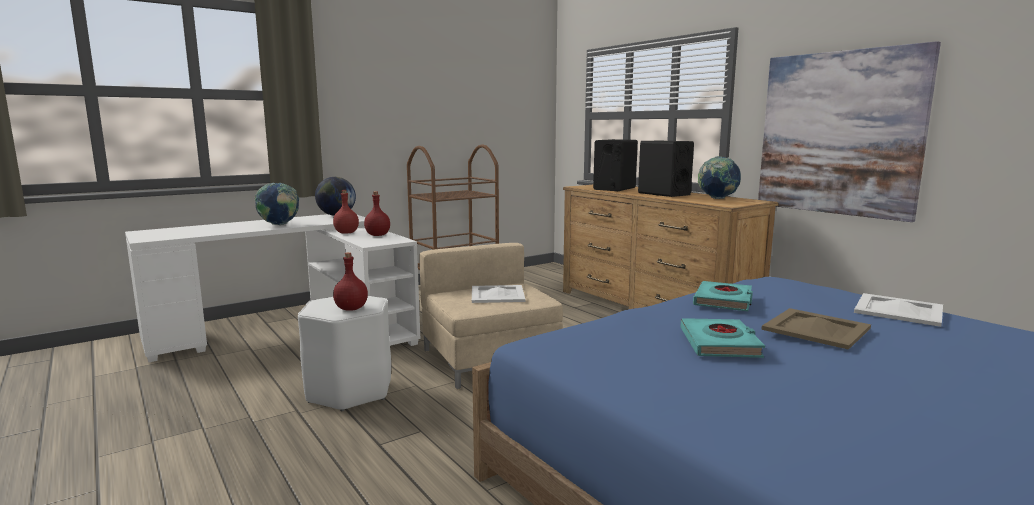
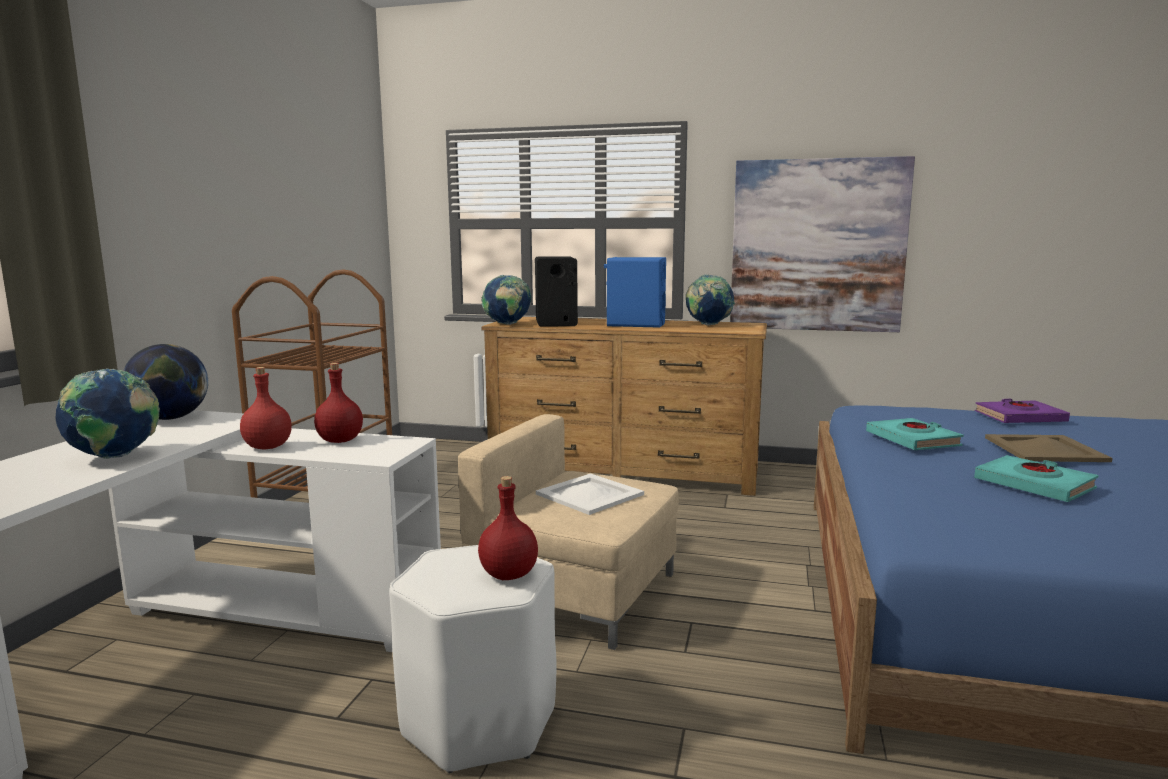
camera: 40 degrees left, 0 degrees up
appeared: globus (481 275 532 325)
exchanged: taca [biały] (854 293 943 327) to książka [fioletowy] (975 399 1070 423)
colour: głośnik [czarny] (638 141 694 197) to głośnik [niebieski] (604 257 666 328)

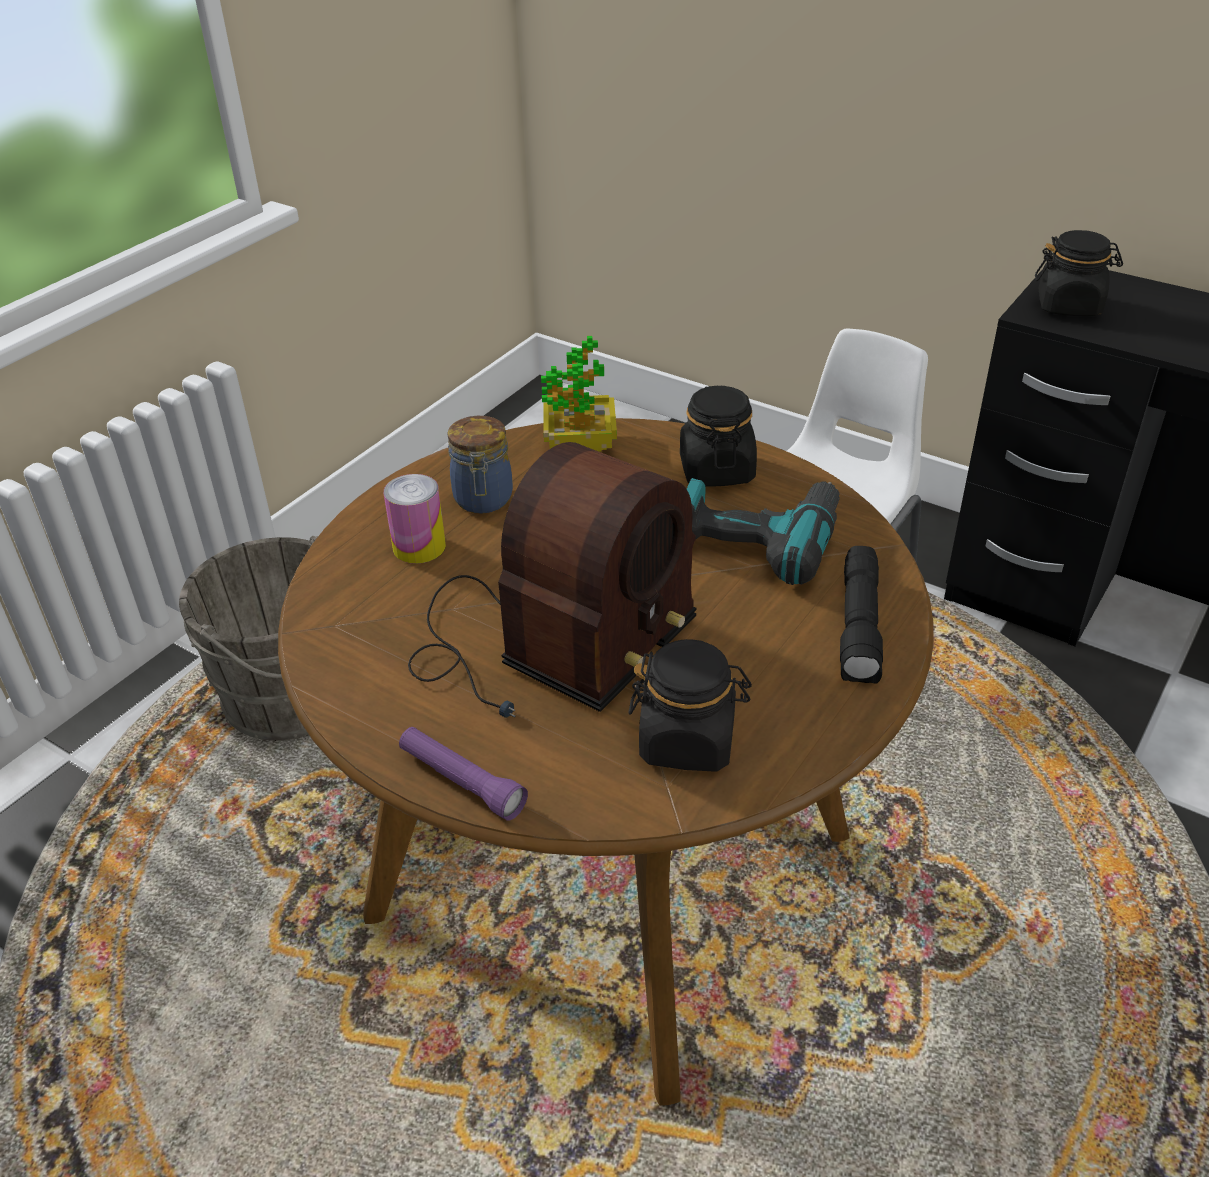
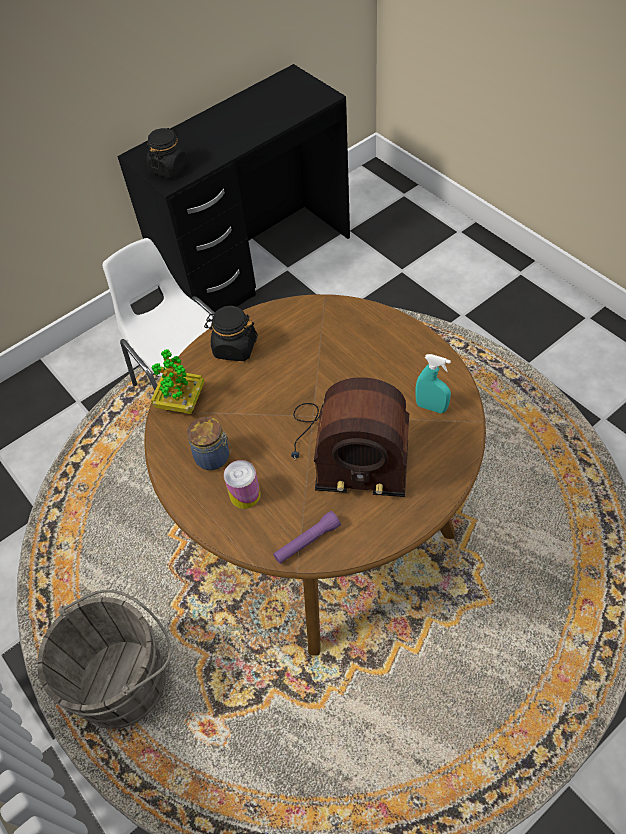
camera: 70 degrees left, 15 degrees up
missing: wiertarka (687 478 840 585); latarka [czarny] (840 546 883 683)
relocated: latarka [fioletowy] (399 727 528 821) to (273 511 341 564)
exchanged: słoik [czarny] (628 639 752 772) to spryskiwacz [turkusowy] (415 354 451 413)
spun: radio (408 442 696 718) = (291 377 409 497) 135 degrees clockwise

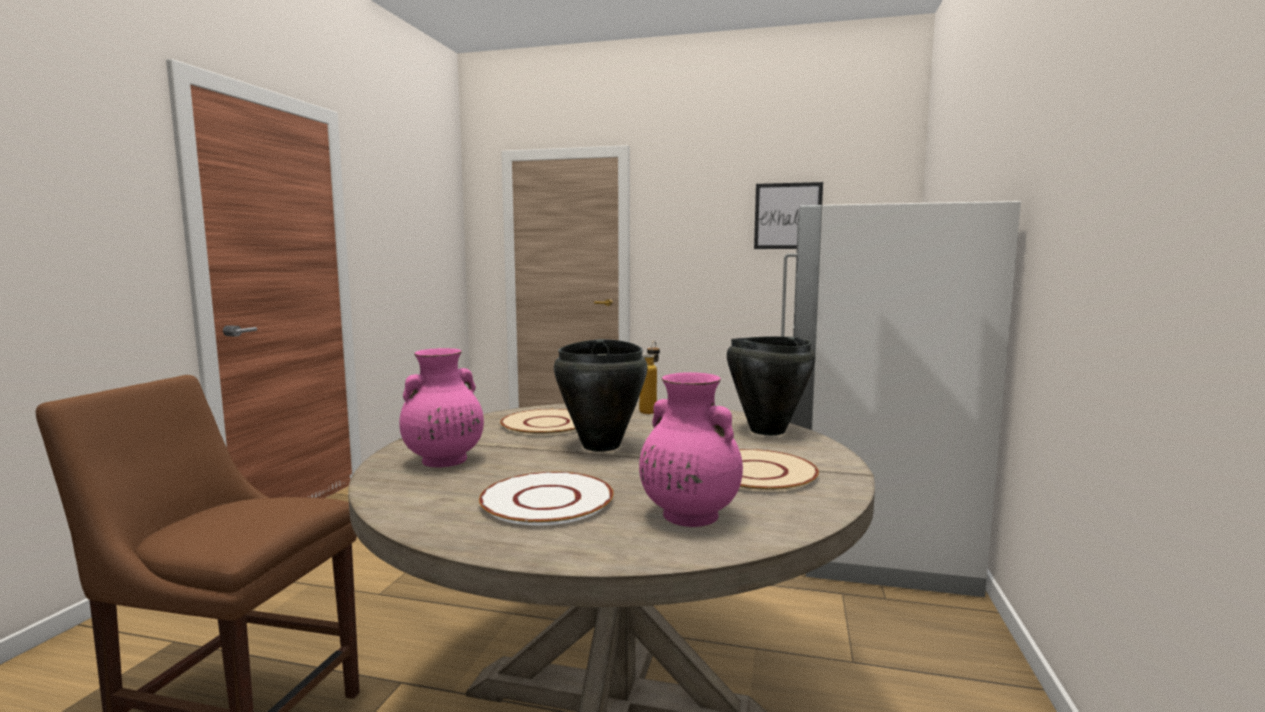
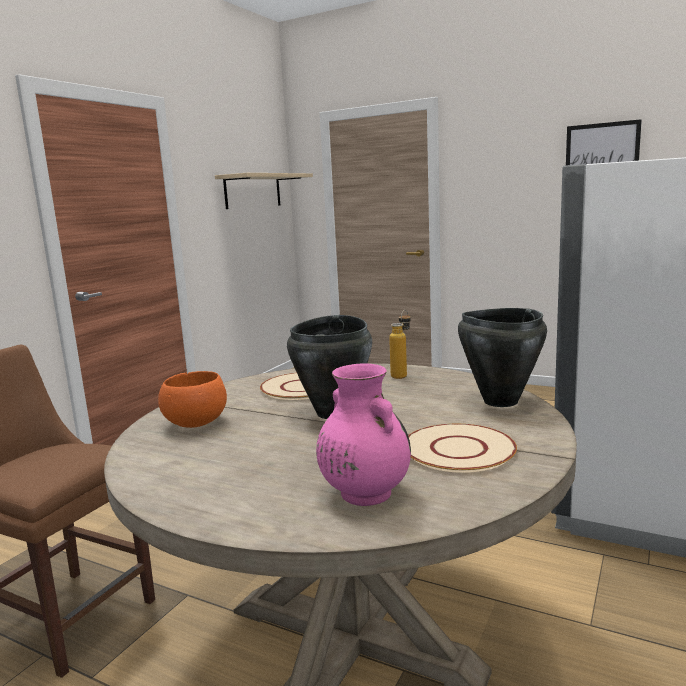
camera: 15 degrees right, 5 degrees up
missing: talerz [biały] (479 472 614 526)
appeared: półka [beżowy] (215 173 313 209)
exchanged: wazon [różowy] (399 348 484 468) to miska [pomarańczowy] (158 371 227 428)

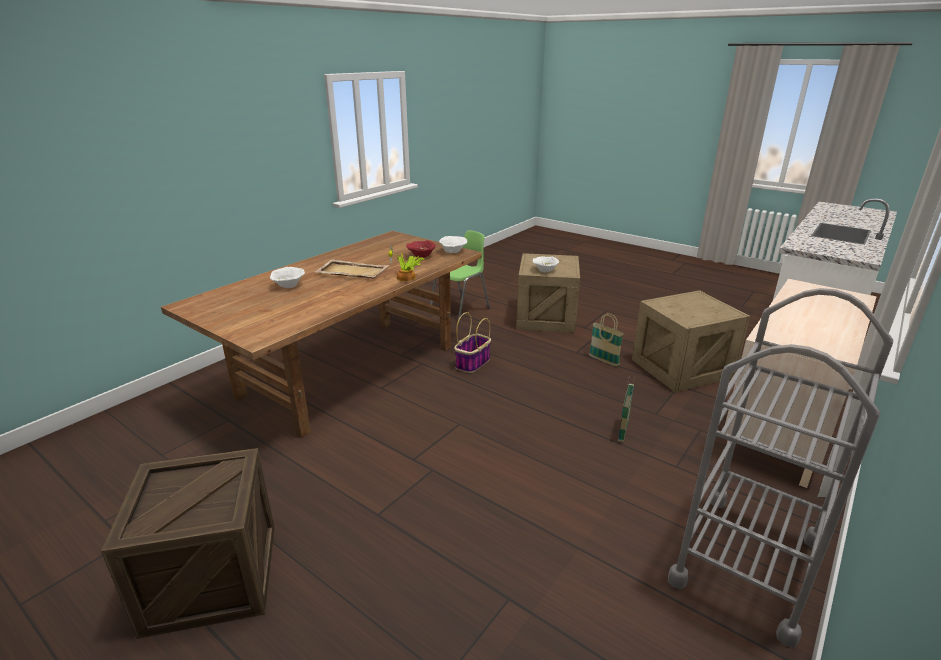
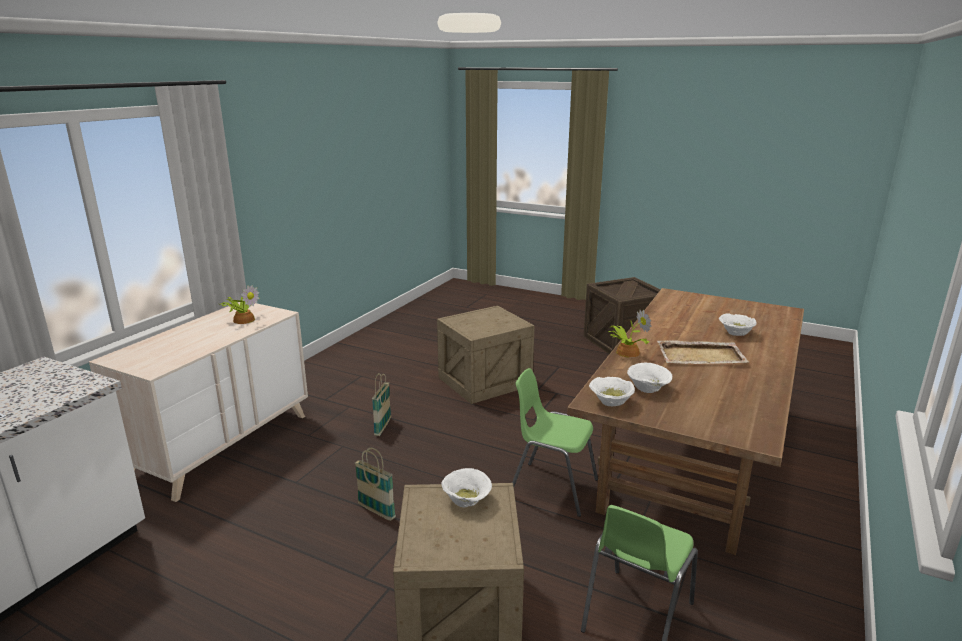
camera: 170 degrees right, 5 degrees down
missing: wózek [szary] (668 288 893 648)
appeared: roślina doniczkowa (219 285 260 324)
relocated: skrzynka (632 290 750 392) to (437 306 535 404)
exchanged: koszyk (454 312 491 373) to krzesło [zielony] (512 368 598 517)
colour: miska [czerwony] (406 240 436 258) to miska [biały] (627 362 672 393)

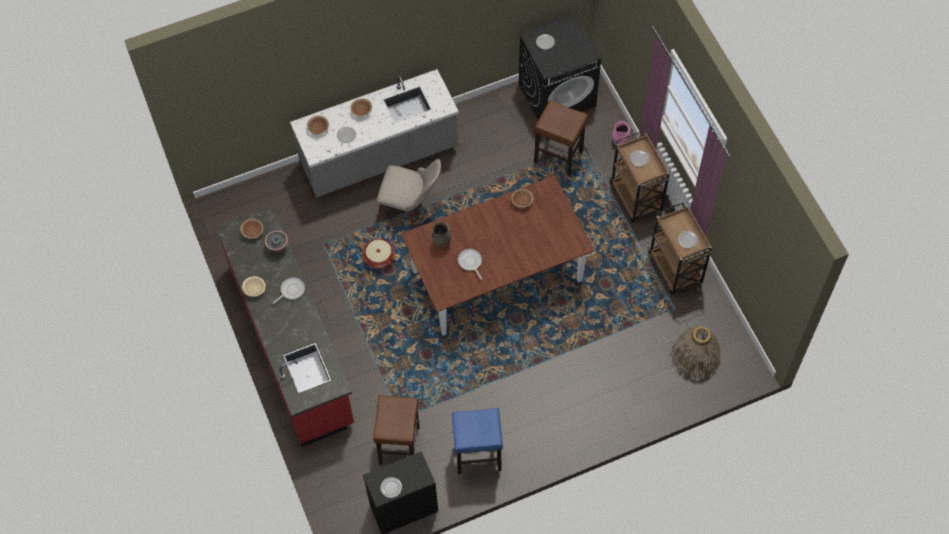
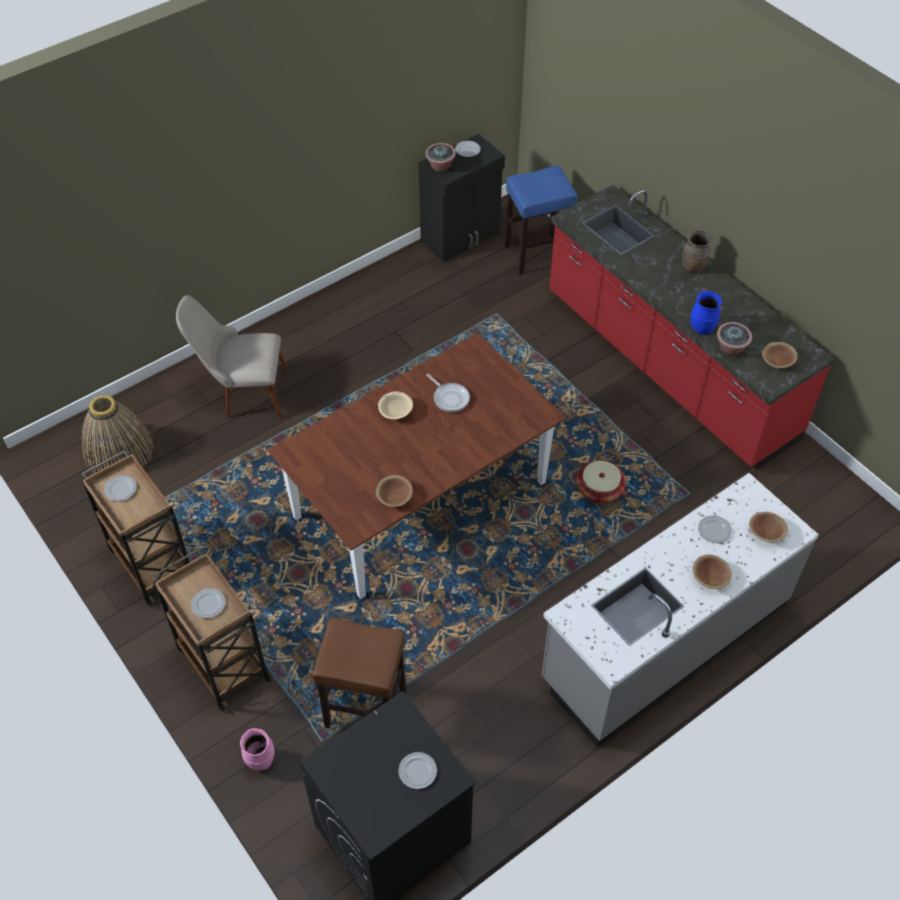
camera: 165 degrees right, 10 degrees down
missing: patelnia (272 277 305 304); stołek [brązowy] (373 395 420 465)
appeared: roślina doniczkowa (425 143 456 173); wazon [niebieski] (691 291 722 335)
relocated: miska [beżowy] (242 276 266 297) to (378 391 413 419); krzesło [beżowy] (377 159 441 228) to (176 295 288 419); wazon [brązowy] (432 222 451 248) to (682 230 712 273); stołek [niebieski] (452 408 503 474) to (504 165 578 275)

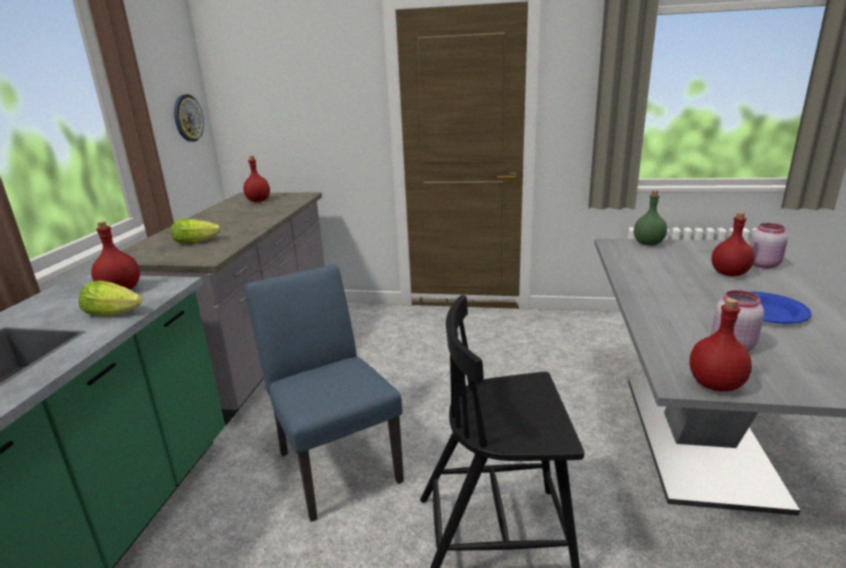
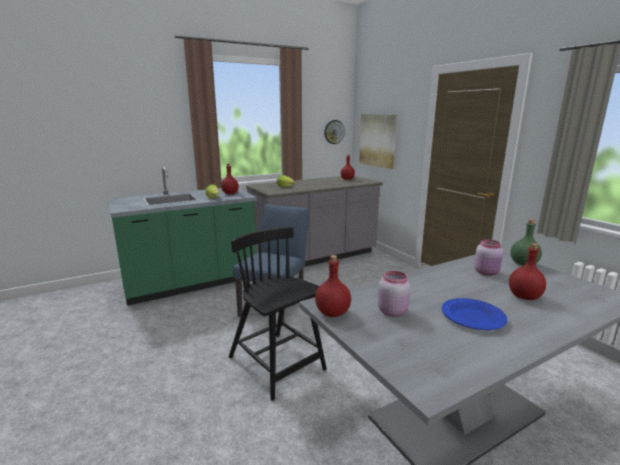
camera: 50 degrees right, 5 degrees down
appeared: obraz (359 114 397 169)
relocated: słoik [różowy] (750 223 788 268) to (474 239 503 276)

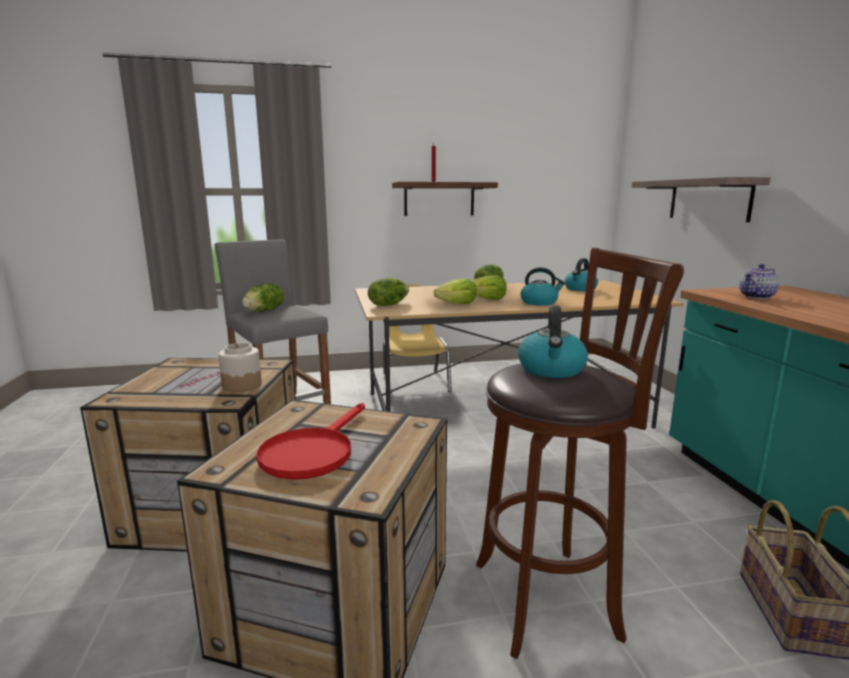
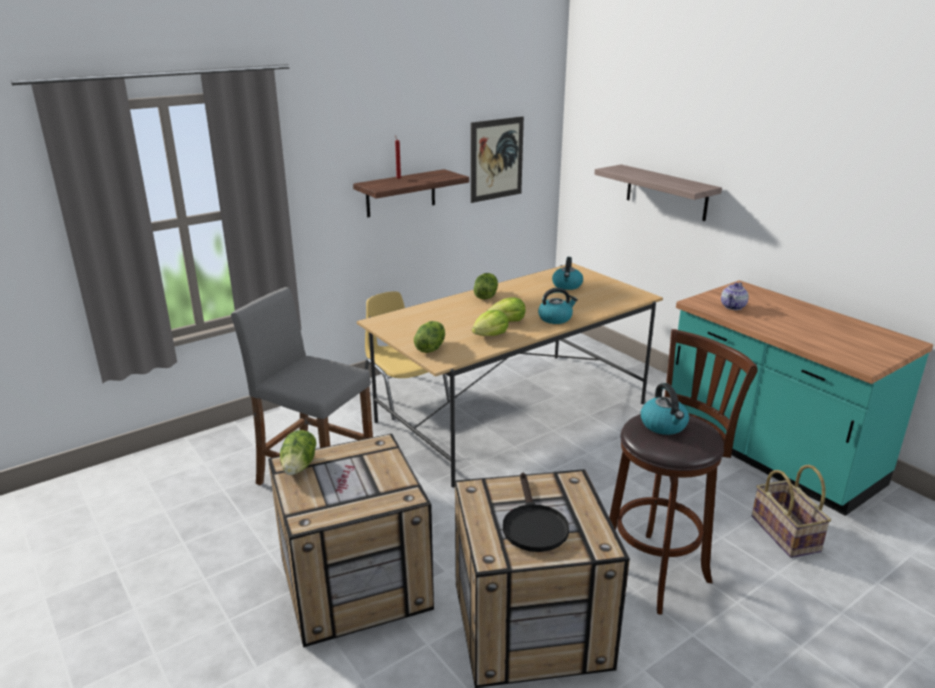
camera: 25 degrees left, 10 degrees up
missing: słoik (218 343 262 392)
appeared: obraz (471 116 524 203)
relocated: sałata (242 283 284 311) to (280 430 316 475)
colour: patelnia [czerwony] (256 403 365 480) to patelnia [czarny] (503 472 569 552)

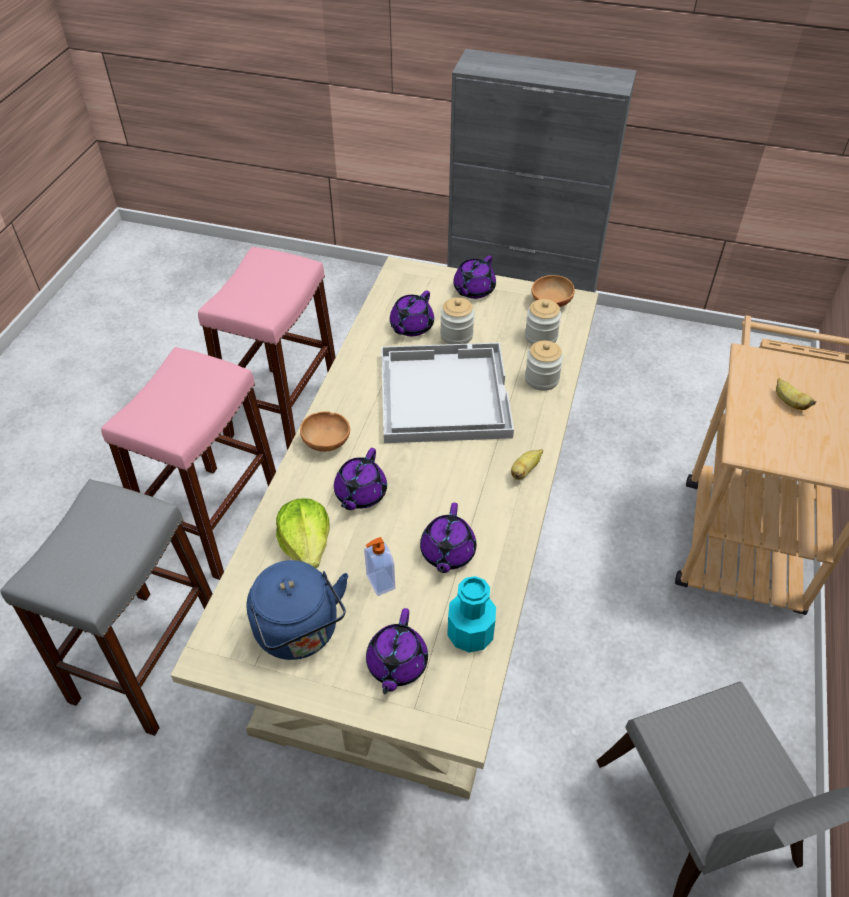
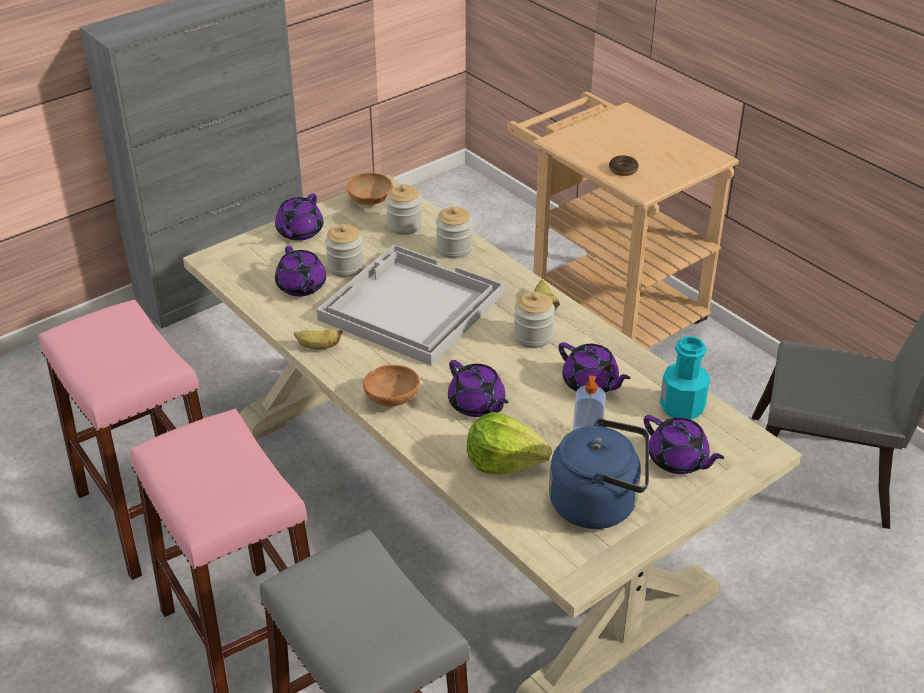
camera: 55 degrees left, 10 degrees down
appeared: słoik (514 291 555 348); donut (609 155 639 176)
relocated: banan (776 378 816 410) to (294 329 343 349)
spun: imbryk [fioletowy] (453 256 496 299) = (275 193 323 241) 45 degrees clockwise

